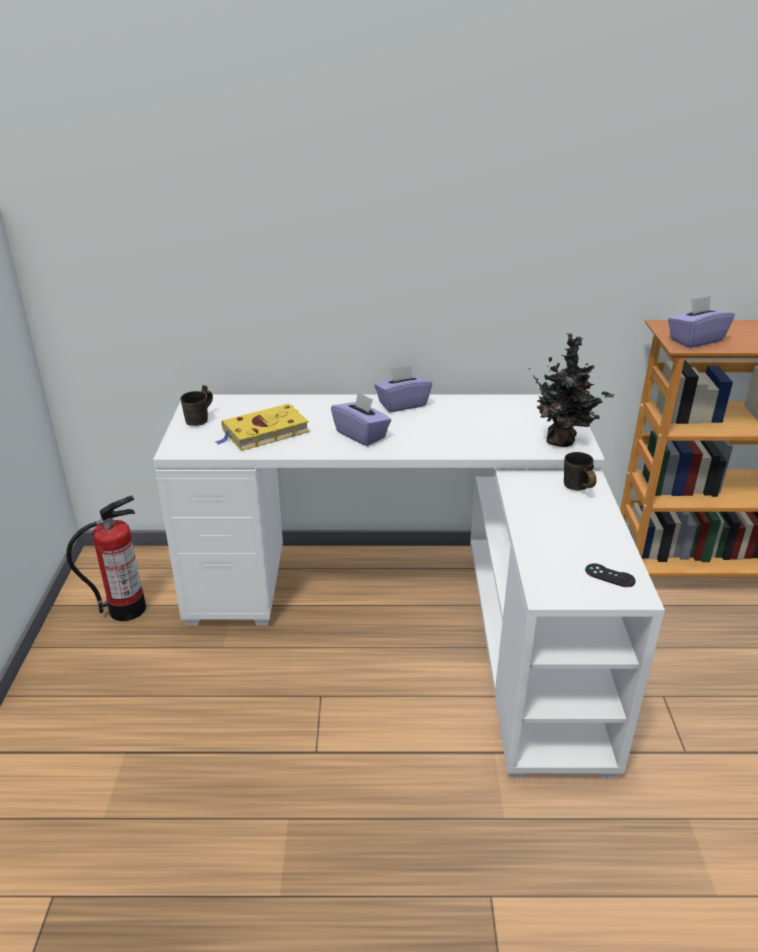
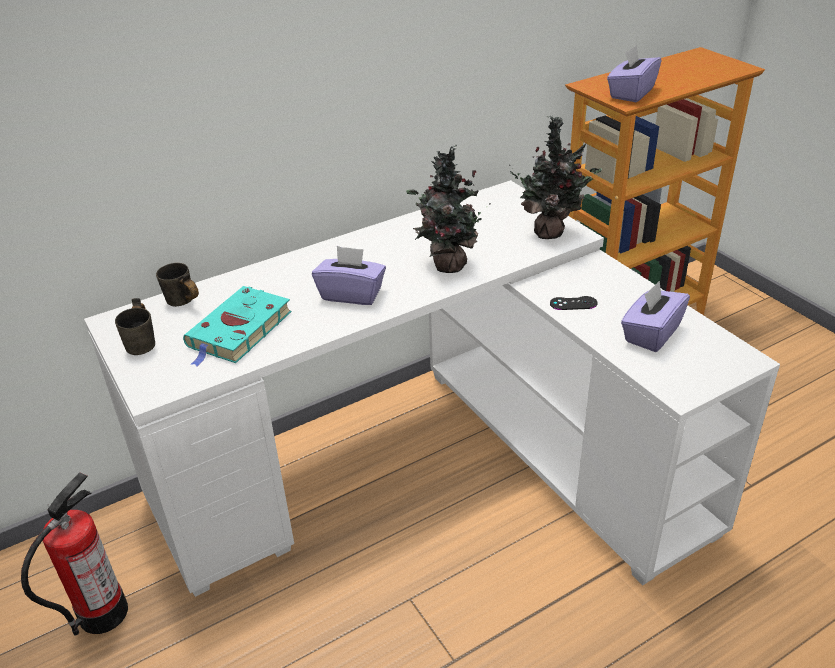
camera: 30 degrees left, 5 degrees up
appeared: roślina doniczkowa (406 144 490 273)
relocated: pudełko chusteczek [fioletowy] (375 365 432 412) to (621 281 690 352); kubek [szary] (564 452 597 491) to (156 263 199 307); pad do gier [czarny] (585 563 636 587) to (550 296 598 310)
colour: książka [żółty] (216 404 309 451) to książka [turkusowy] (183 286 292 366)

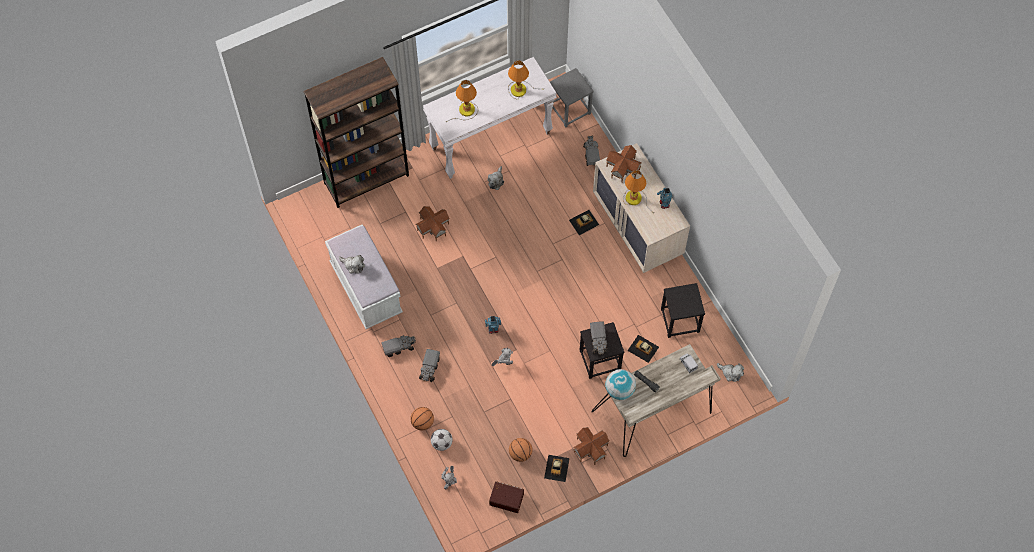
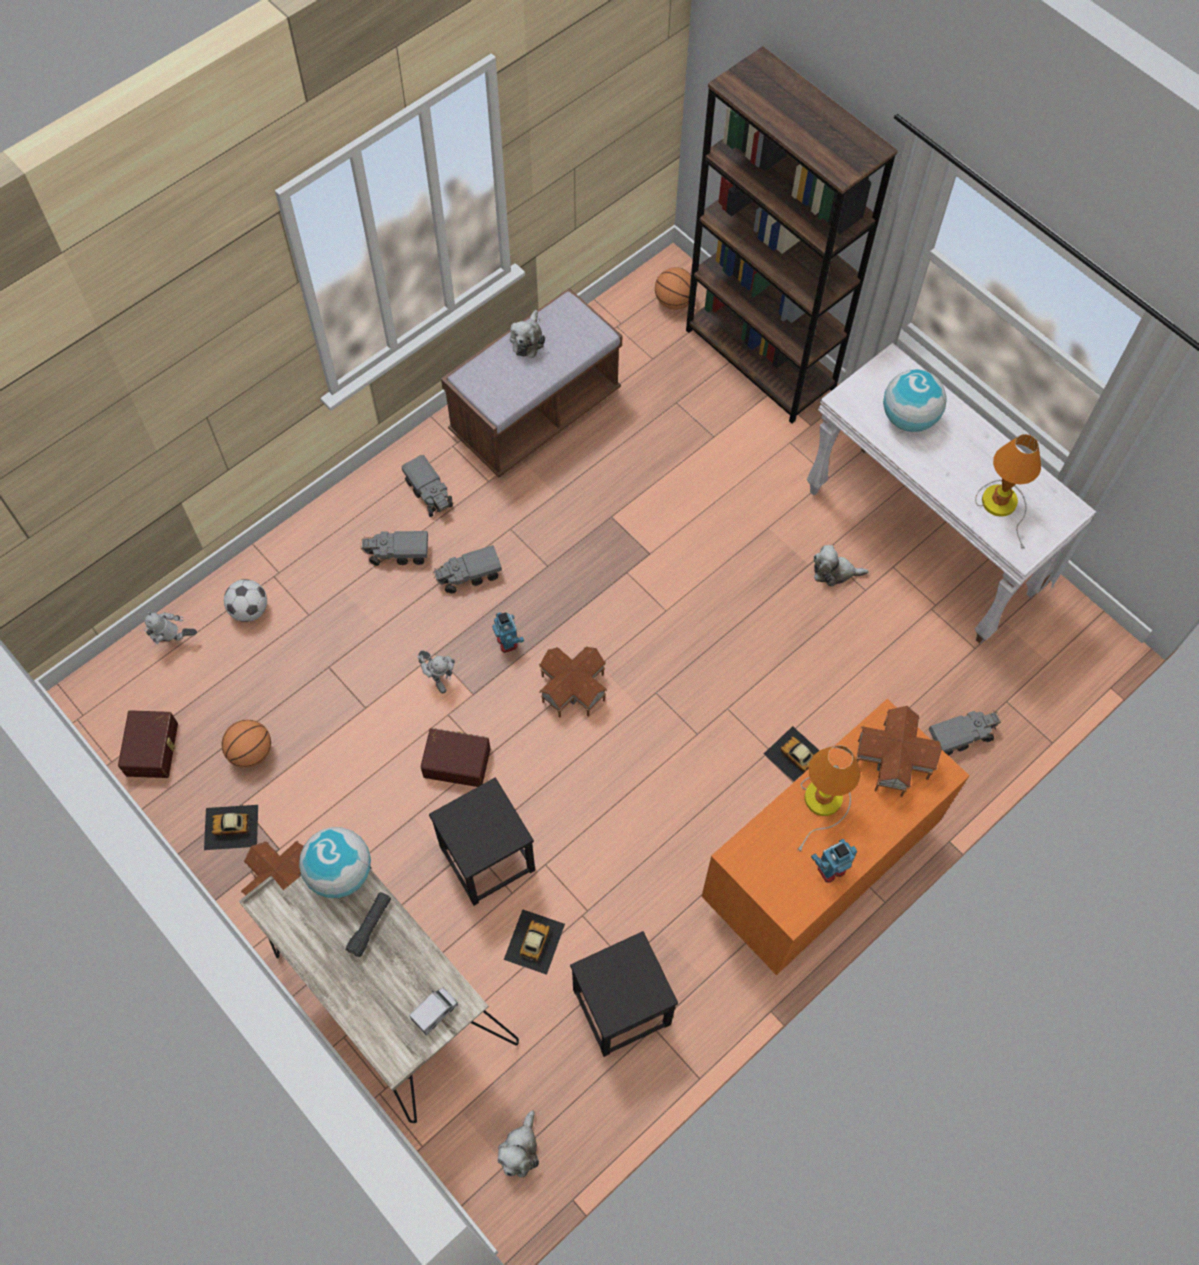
camera: 75 degrees right, 0 degrees up
missing: stołek [szary] (550 68 594 127)
appeared: pojemnik do przechowywania [brązowy] (420 728 490 787)
relocated: piłka do koszykówki (410 407 434 430) to (655 267 691 310); domek (416 206 449 241) to (539 646 607 718); ciężarówka zabawkowa (590 321 608 355) to (432 545 502 594)
exchanged: lampa stołowa (446 80 478 123) to globus (883 369 947 432)
colour: ławka [biały] (325 225 403 329) to ławka [brązowy] (441 288 622 478); komoda [beżowy] (593 143 690 273) to komoda [pomarańczowy] (701 699 969 975)

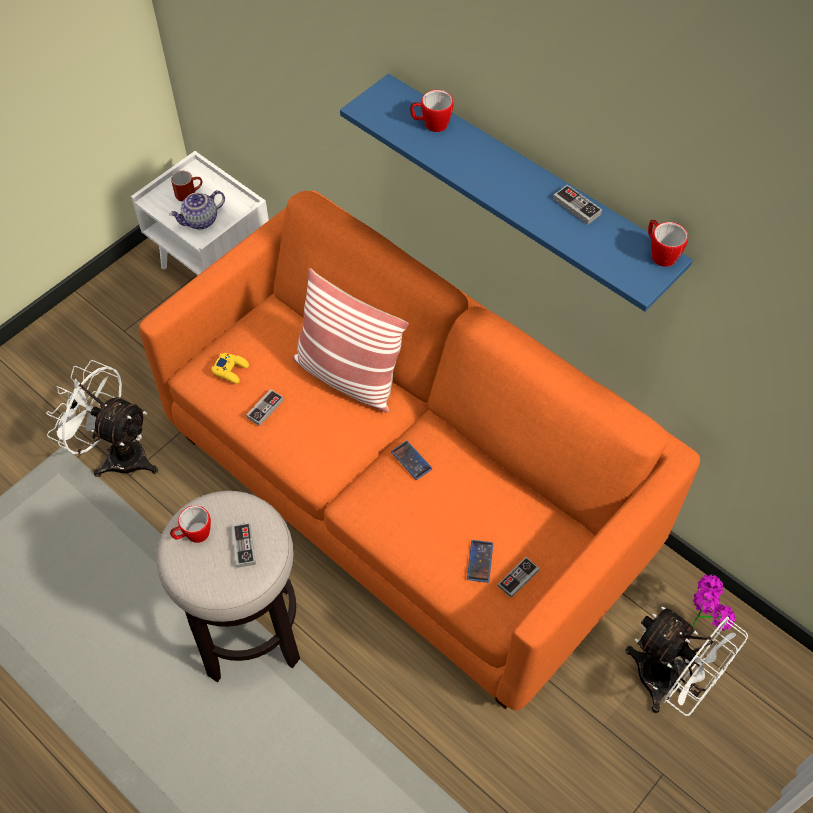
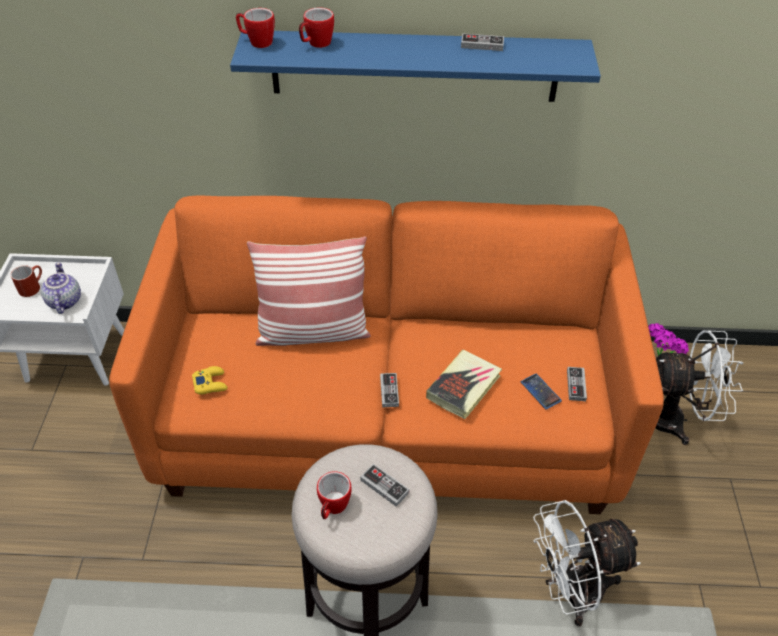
camera: 40 degrees left, 10 degrees down
missing: telefon (391 441 432 480)
appeared: książka (426 350 502 419)
relocated: wentylator [biały] (46 360 158 477) to (533 500 641 626); pad do gier (246 389 284 426) to (380 373 399 407); kubek (648 220 688 267) to (236 8 275 48)
spun: imbryk (169 190 225 229) = (41 262 81 314) 150 degrees clockwise

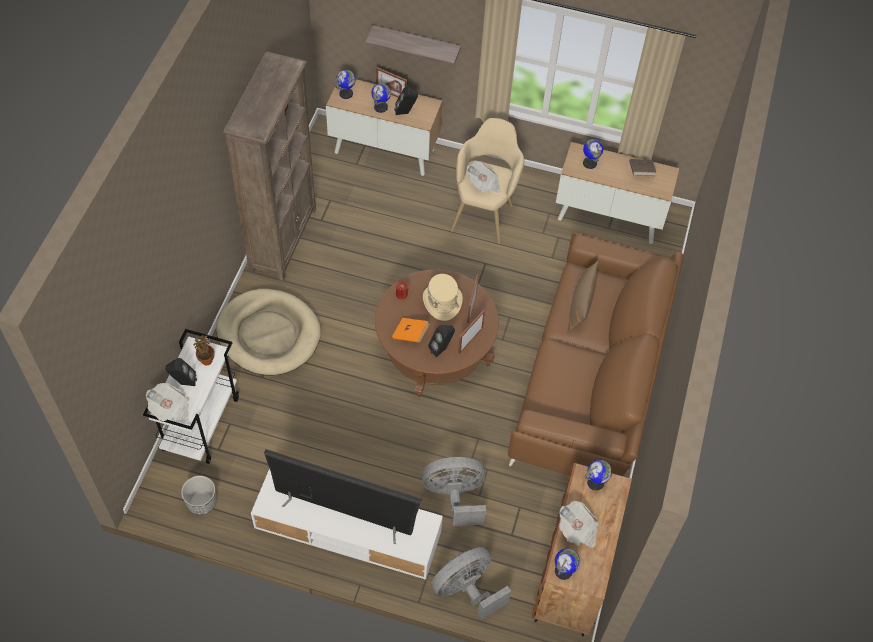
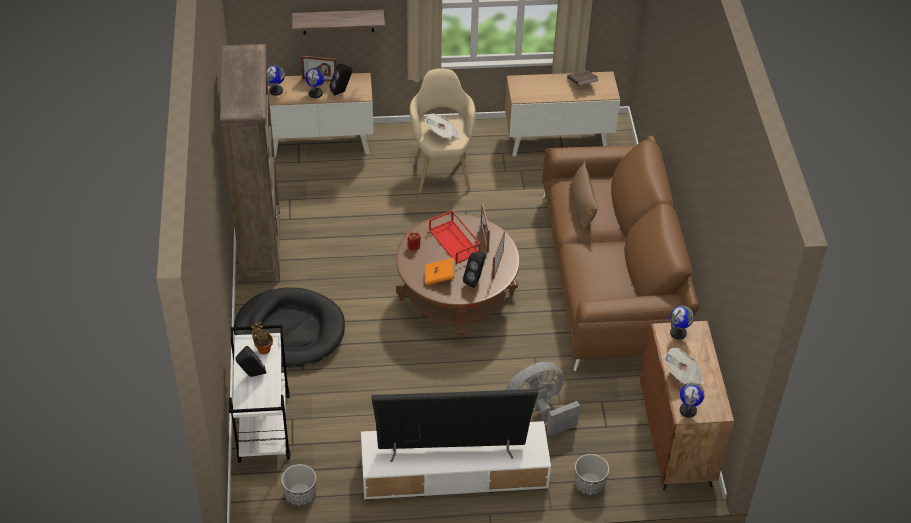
camera: 20 degrees left, 10 degrees down
missing: gazeta (146 383 189 421); globus (583 139 603 169)
exchanged: kapelusz [beżowy] (423 274 463 321) to taca [czerwony] (429 210 481 264); wentylator [szary] (431 547 511 620) to donica (574 454 609 496)
colour: legowisko [beżowy] (216 289 321 376) to legowisko [czarny] (234 288 345 367)

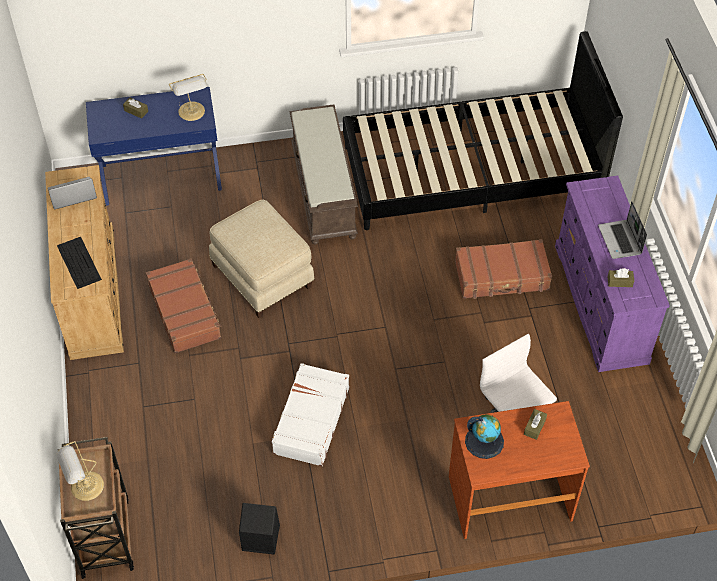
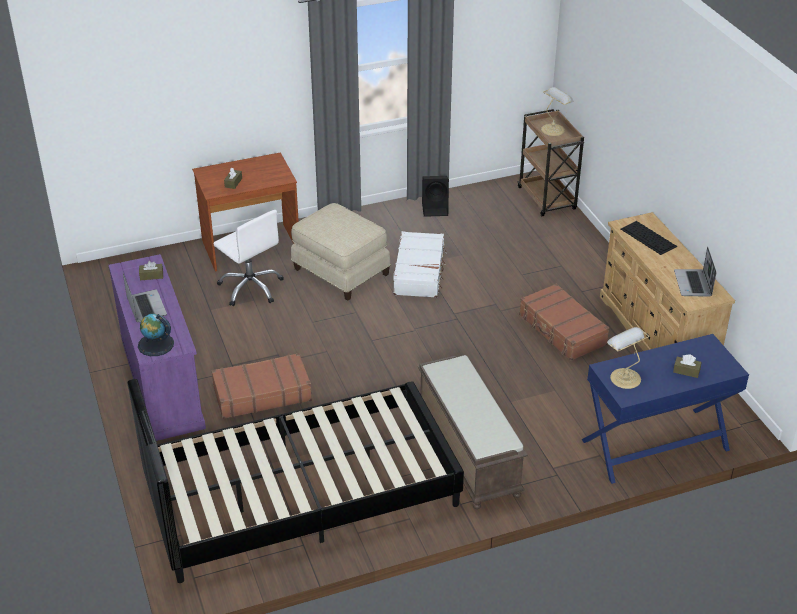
camera: 170 degrees right, 15 degrees down
relocated: pufa [beżowy] (209 199 315 318) to (291 203 390 300); globus (465 414 504 459) to (138 314 174 356)
spun: laptop (48 177 97 209) = (674 247 716 296) 120 degrees clockwise

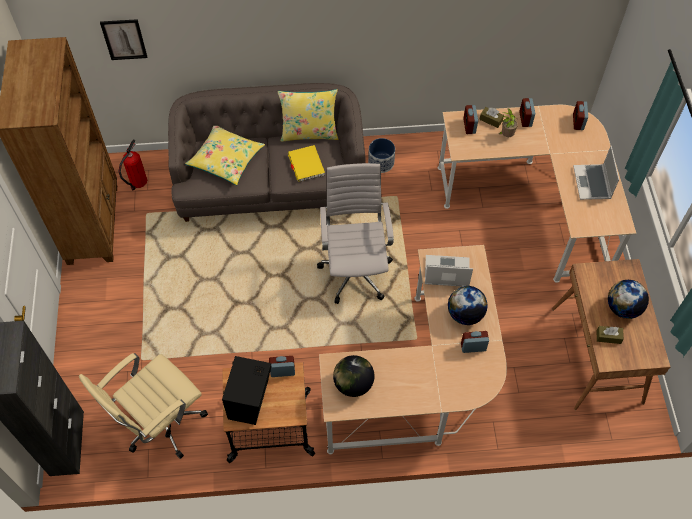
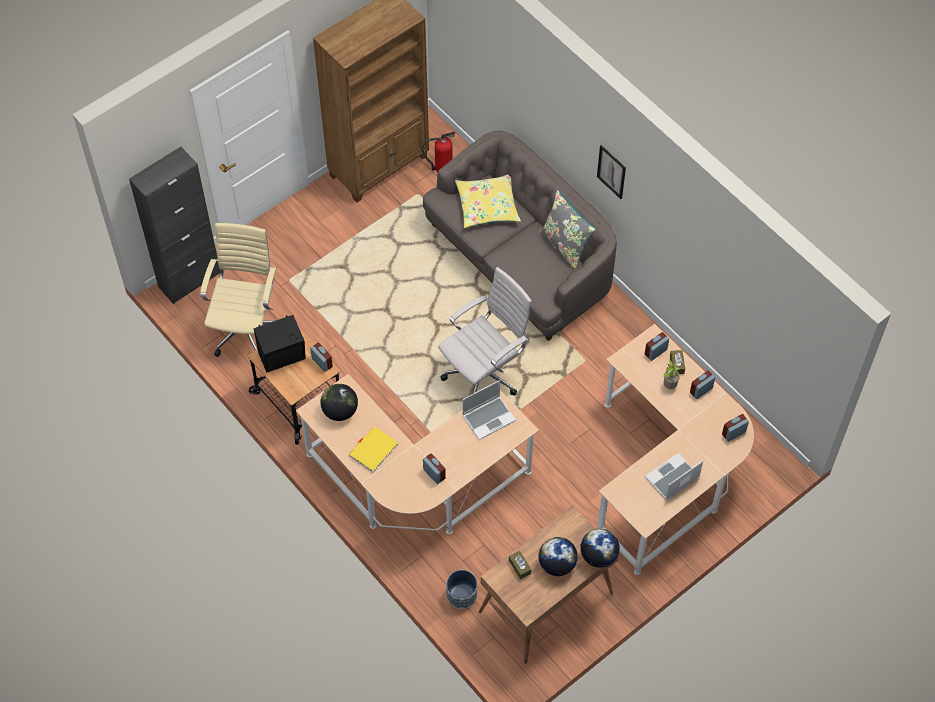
camera: 55 degrees right, 0 degrees up
relocated: obraz (100 19 148 60) to (597 145 626 199); książka [żółty] (288 145 325 182) to (349 427 398 473); donica (368 138 395 173) to (446 570 477 609); globus (448 286 488 325) to (580 528 620 568)
colour: poduszka [żółty] (278 89 338 142) to poduszka [szary] (539 190 596 270)
spun: krzesło biurowe [beżowy] (79 353 208 459) = (200 223 277 357) 90 degrees clockwise; laptop (425 255 473 287) = (462 380 516 440) 90 degrees clockwise

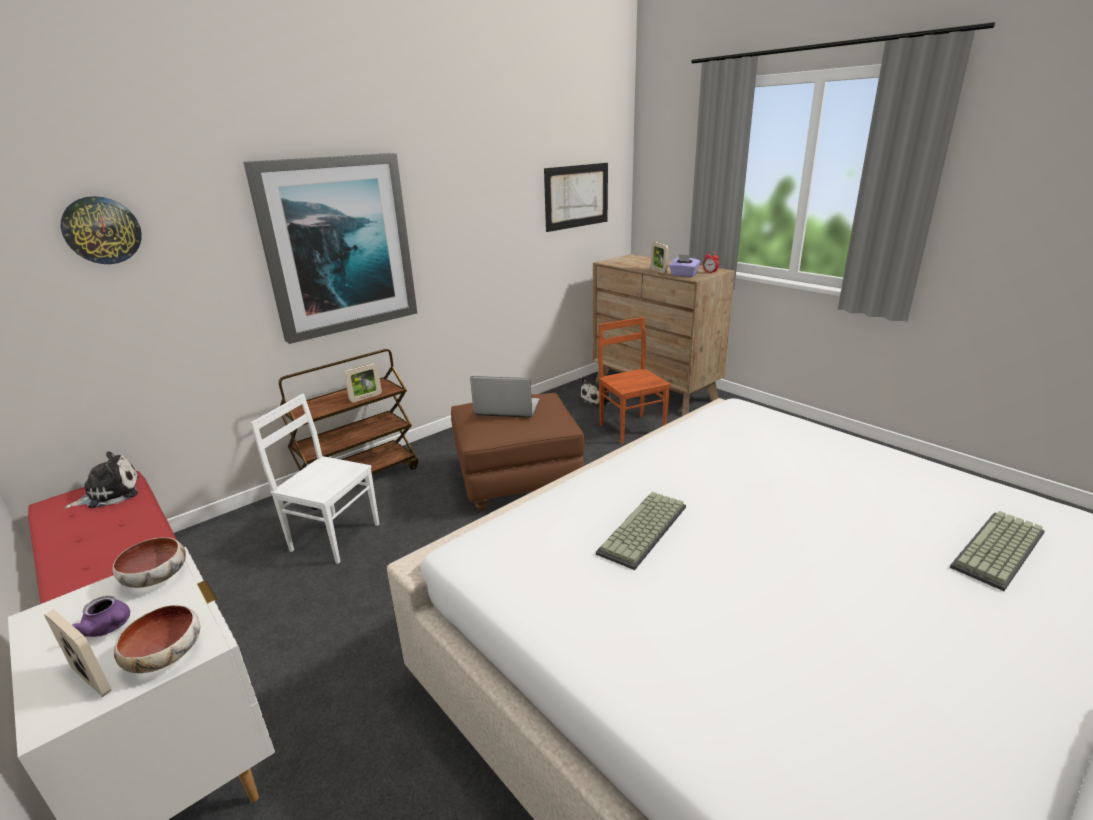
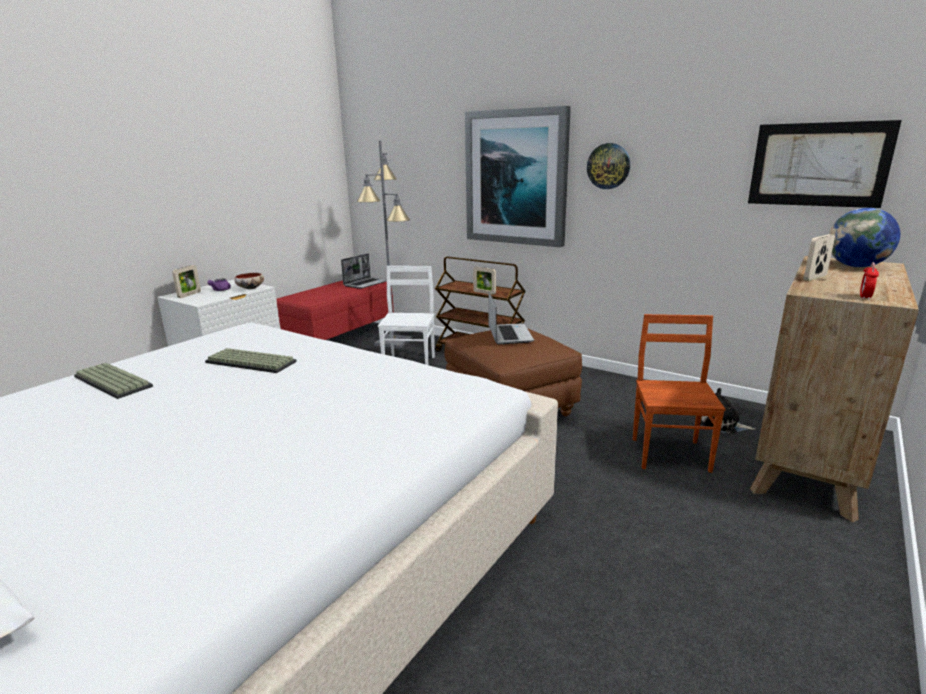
camera: 75 degrees right, 5 degrees down
missing: miska (114 605 200 673); pudełko chusteczek [fioletowy] (669 254 700 277)
appeared: lampa stojąca [szary] (356 140 413 349); globus (829 208 900 267)
relocated: zegar ścienny (61 196 142 264) to (587 143 630 189); klawiatura (950 511 1045 591) to (74 363 153 399)
exchanged: pluszak (64 451 139 509) to laptop (341 254 387 289)
spun: krzesło [brązowy] (598 317 671 444) = (633 314 725 473) 45 degrees counterclockwise

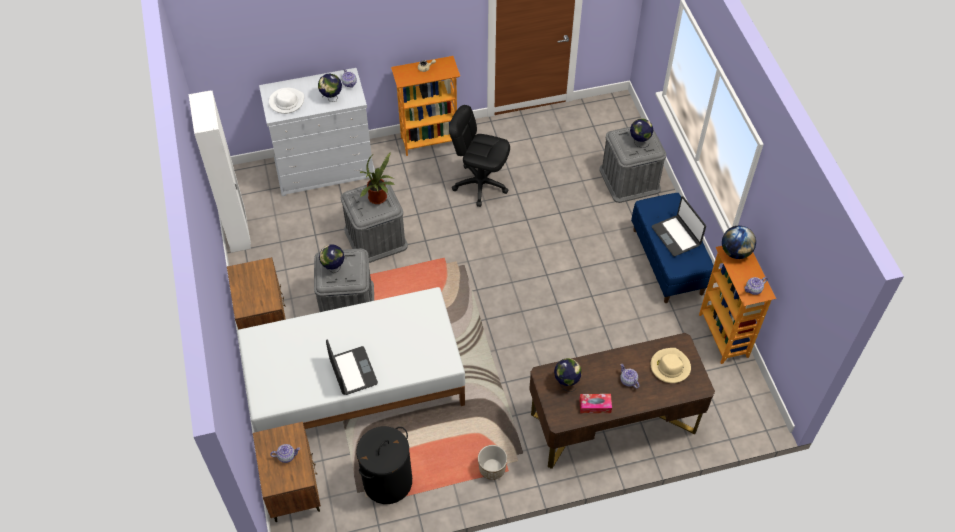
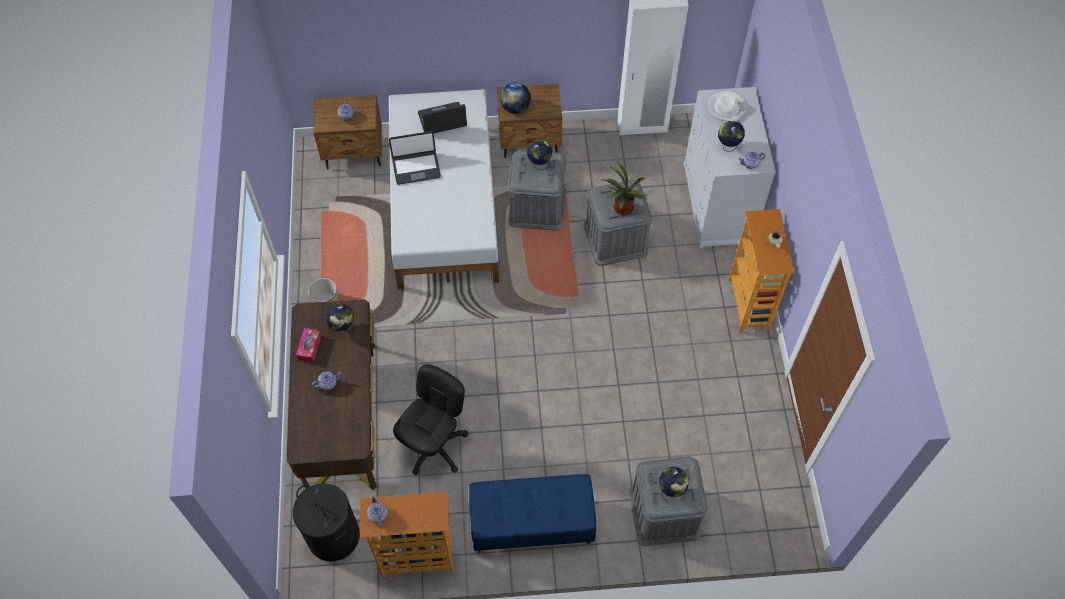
camera: 100 degrees right, 5 degrees up
missing: kapelusz [beżowy] (651 348 691 383)
relocated: kosz na pranie [czarny] (356 426 412 504) to (293 483 360 562); krzesło biurowe [czarny] (449 105 510 207) to (393 364 469 475); laptop (652 196 706 256) to (418 102 467 133); globus (722 226 756 259) to (500 82 531 114)

